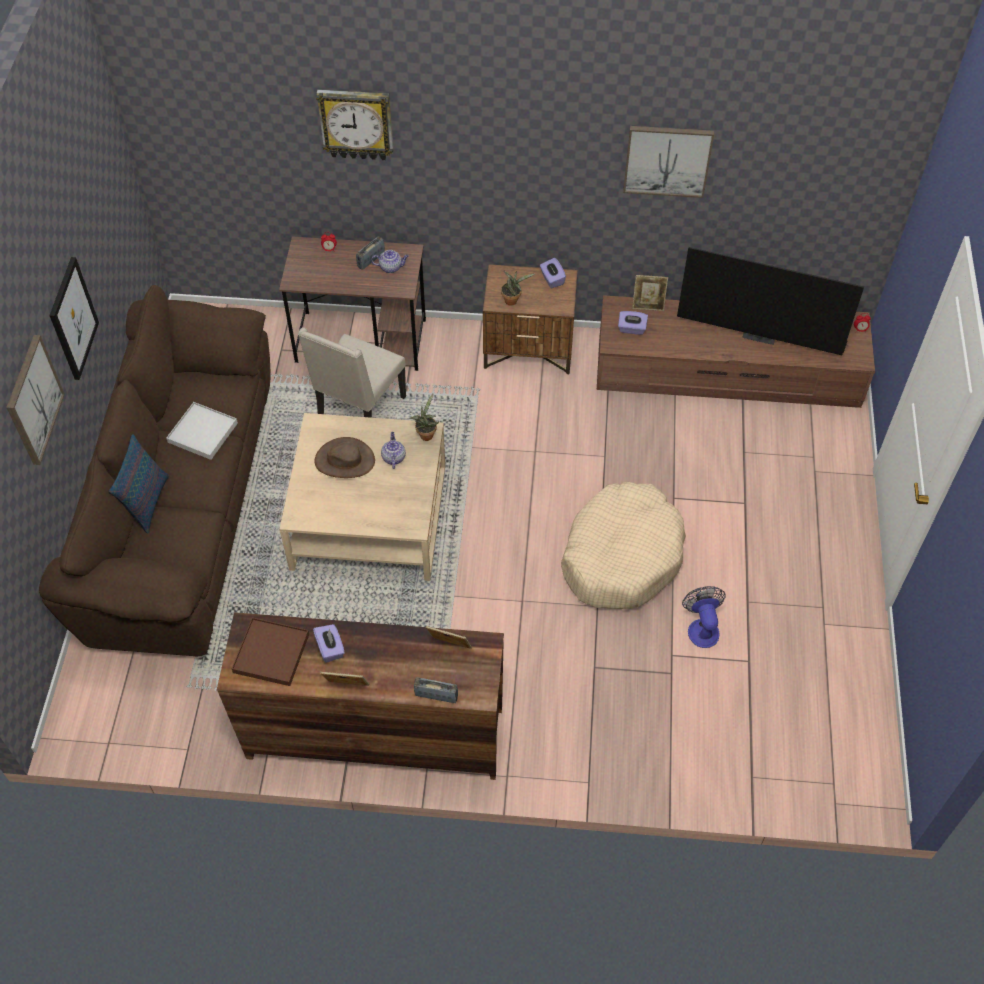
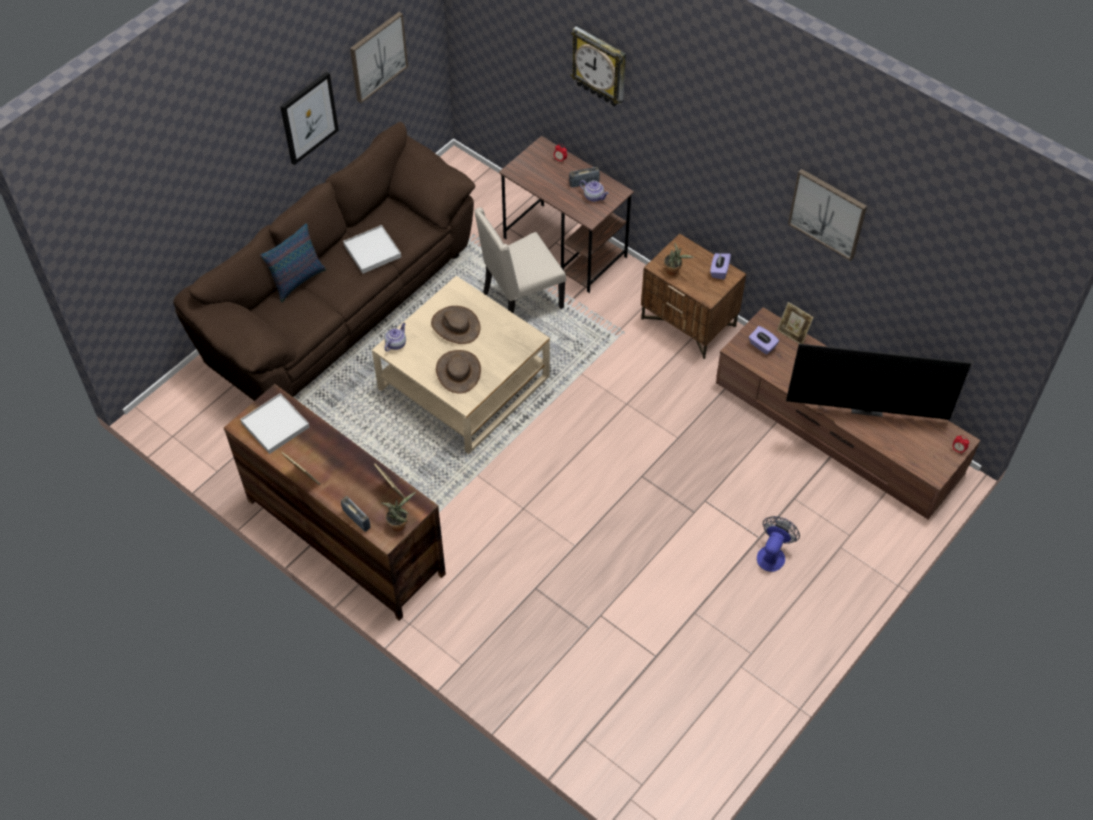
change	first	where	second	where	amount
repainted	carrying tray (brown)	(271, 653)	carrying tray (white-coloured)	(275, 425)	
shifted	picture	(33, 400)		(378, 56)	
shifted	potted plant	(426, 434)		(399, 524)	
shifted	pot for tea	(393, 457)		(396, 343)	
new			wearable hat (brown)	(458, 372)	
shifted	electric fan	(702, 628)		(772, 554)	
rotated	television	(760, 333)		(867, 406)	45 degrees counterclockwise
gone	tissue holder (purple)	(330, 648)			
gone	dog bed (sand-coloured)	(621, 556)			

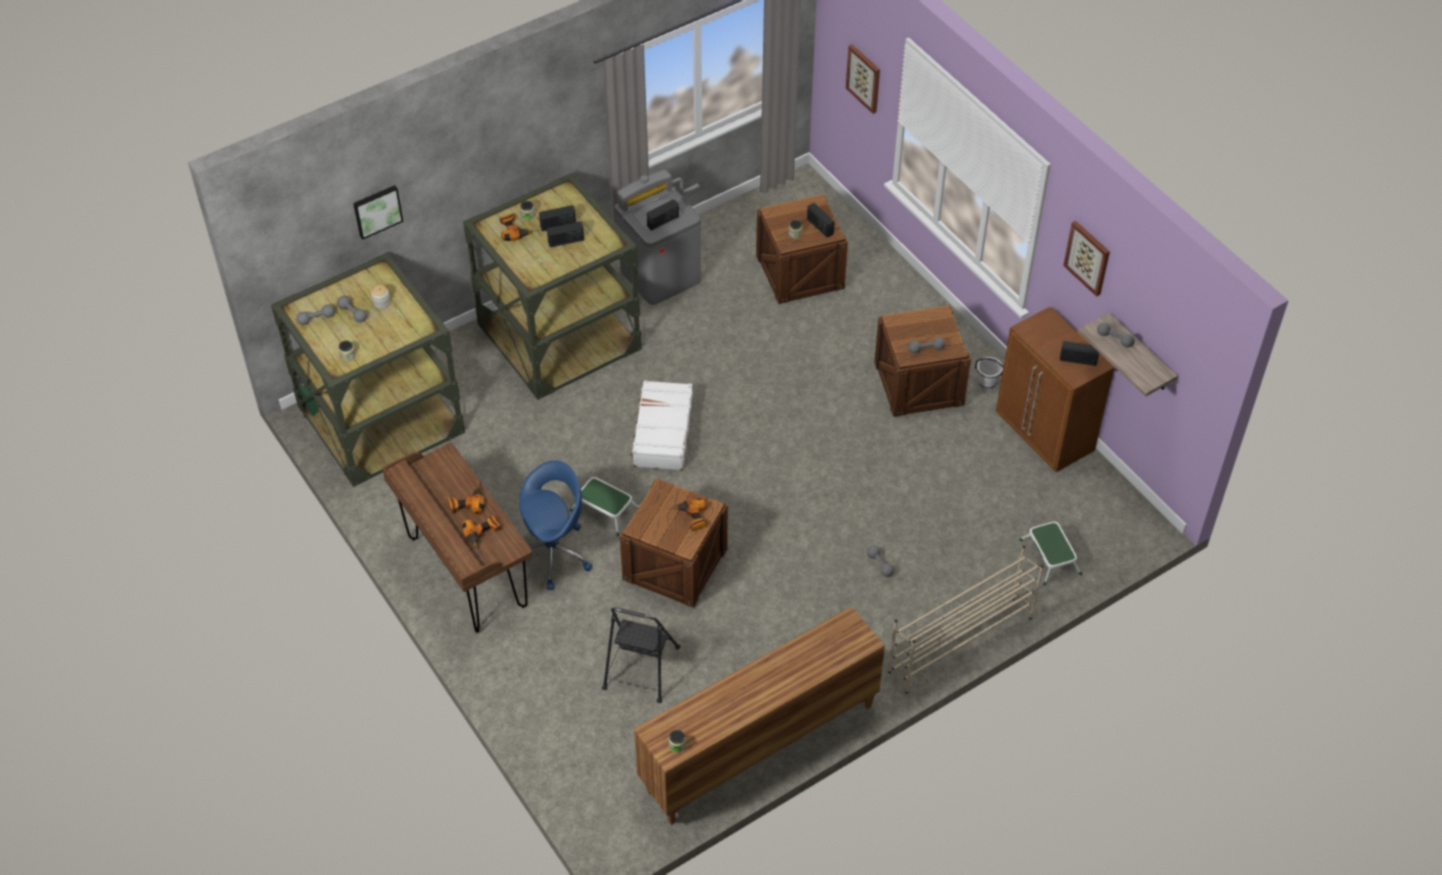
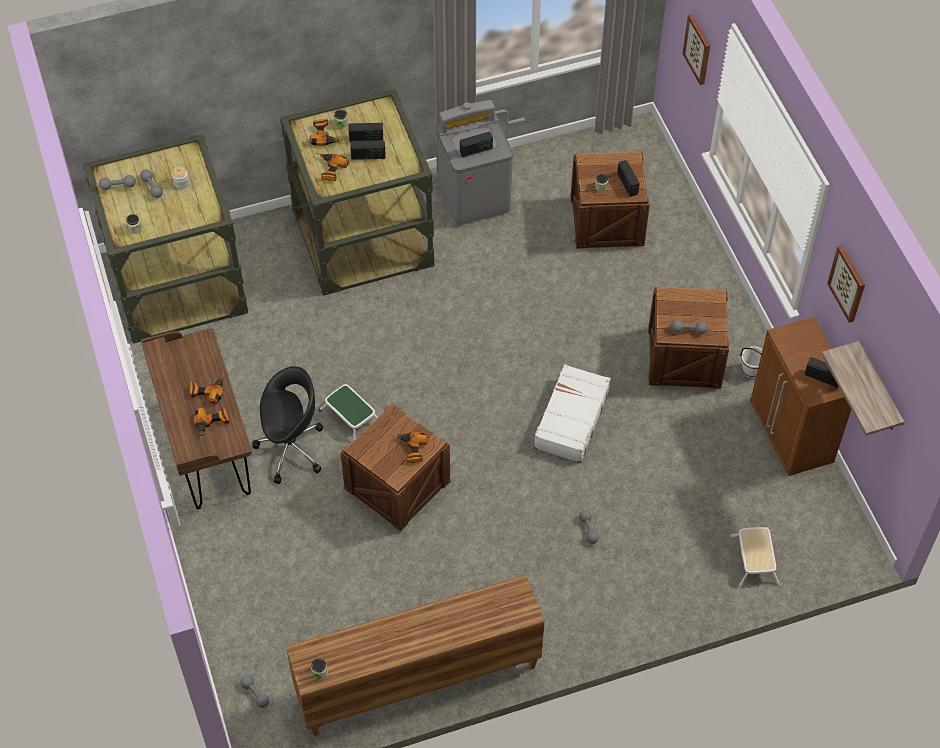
change	first	where	second	where	amount
shifted	free weight (gray)	(1114, 339)		(255, 694)	
repainted	computer chair (blue-coloured)	(555, 553)	computer chair (black)	(292, 448)	
new			power drill	(329, 169)	
shifted	piece of luggage (white-coloured)	(662, 433)		(571, 419)	
repainted	step stool (green-coloured)	(1050, 557)	step stool (sand-coloured)	(754, 560)	
gone	picture	(377, 210)			
gone	step stool (black)	(640, 669)			
gone	shoe rack (sand-coloured)	(959, 644)			

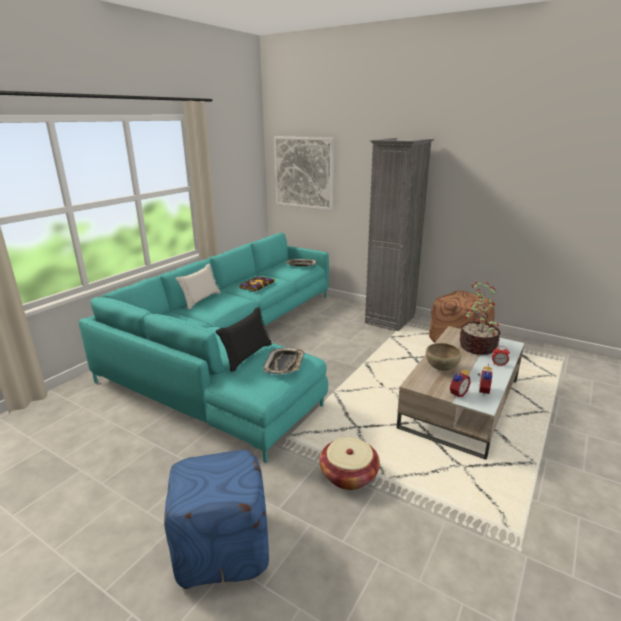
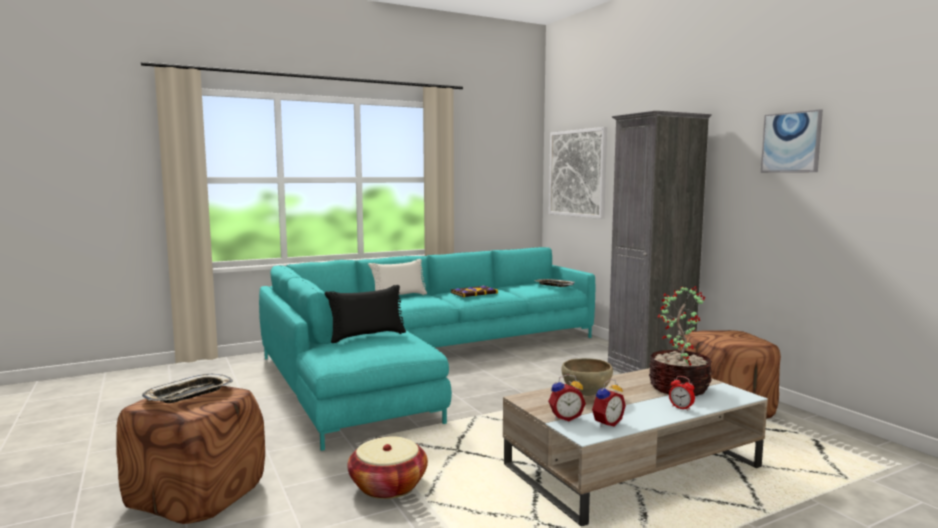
change	first	where	second	where	amount
repainted	ottoman (blue-coloured)	(222, 546)	ottoman (brown)	(196, 495)	
shifted	carrying tray	(284, 364)		(189, 394)	
new			picture	(791, 142)	

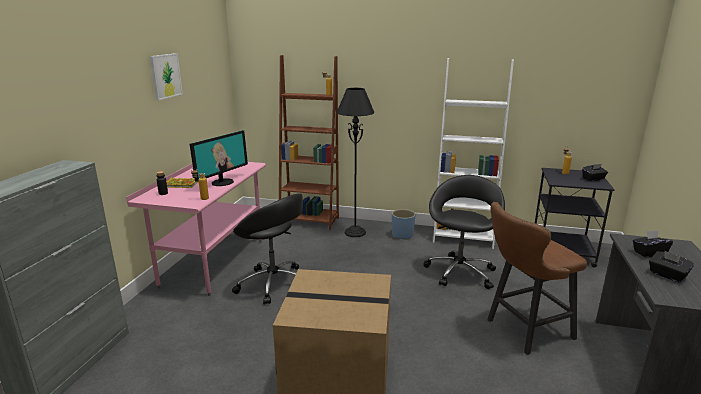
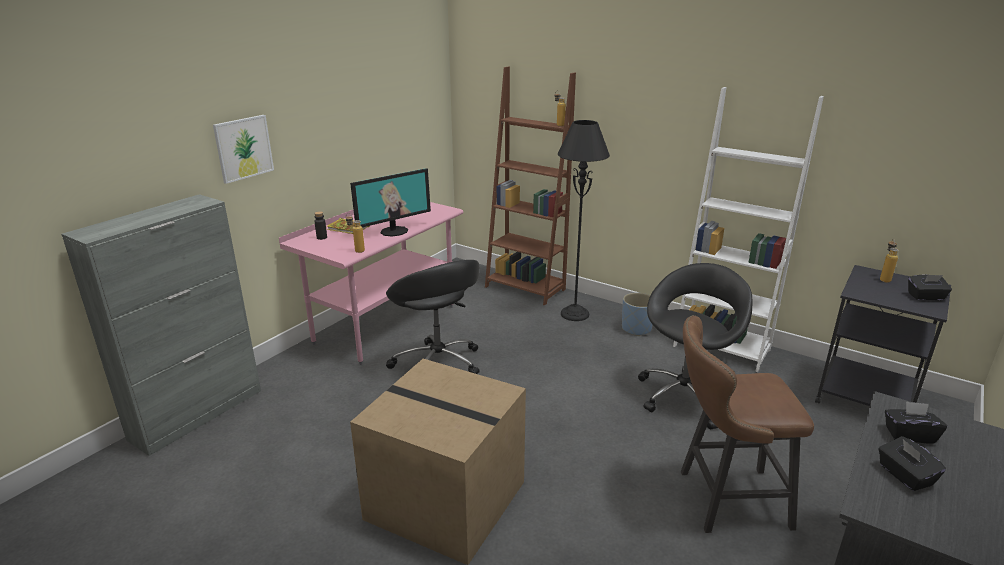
change	first	where	second	where	amount
shifted	picture	(166, 76)		(243, 148)	

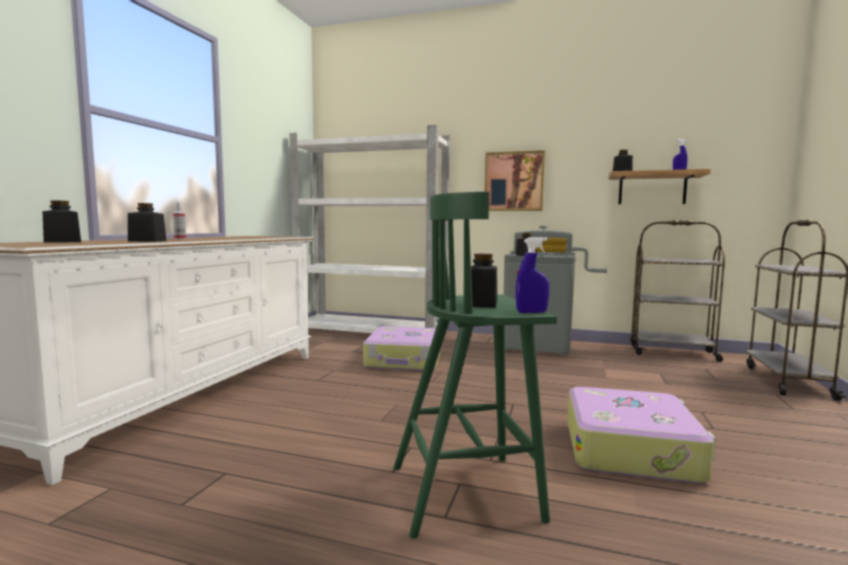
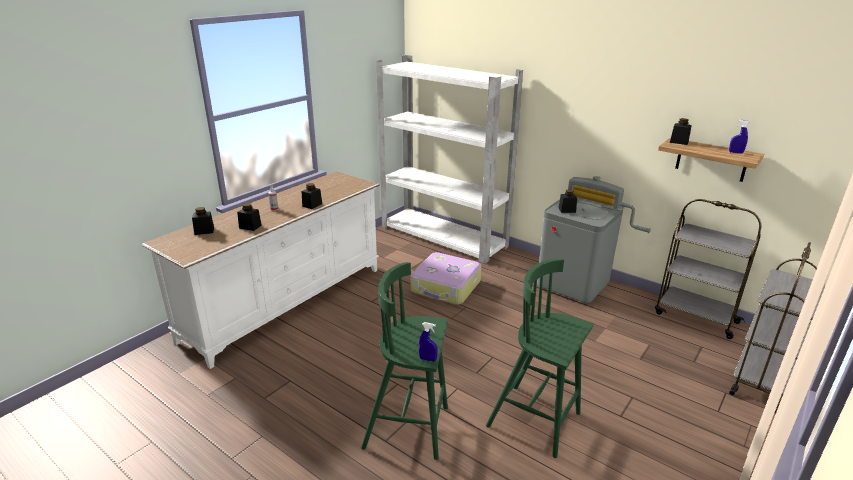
change	first	where	second	where	amount
shifted	preserve jar (black)	(482, 304)		(312, 205)	
swapped	piece of luggage	(631, 450)	sitting stool (green-coloured)	(537, 421)	
gone	picture	(514, 181)			

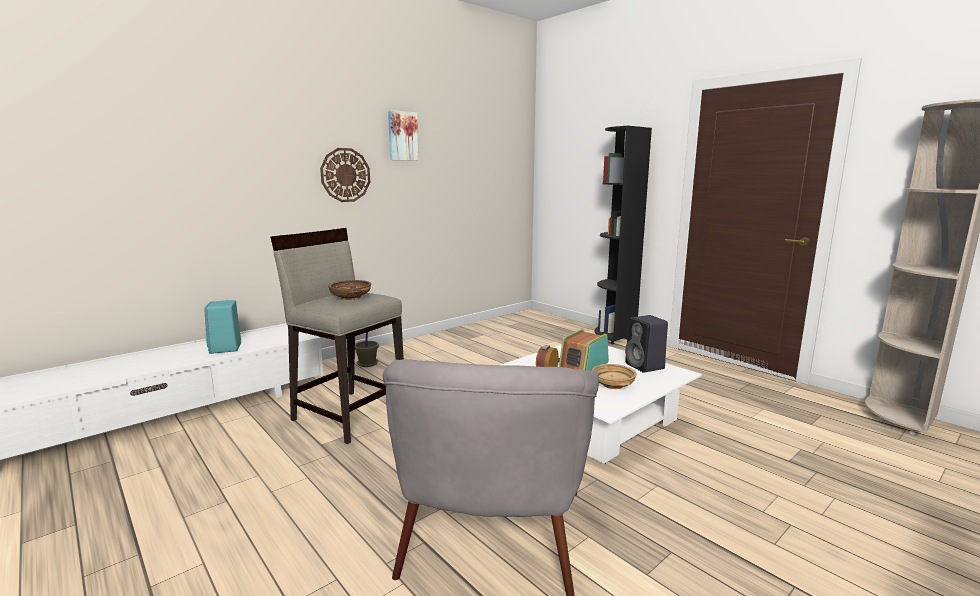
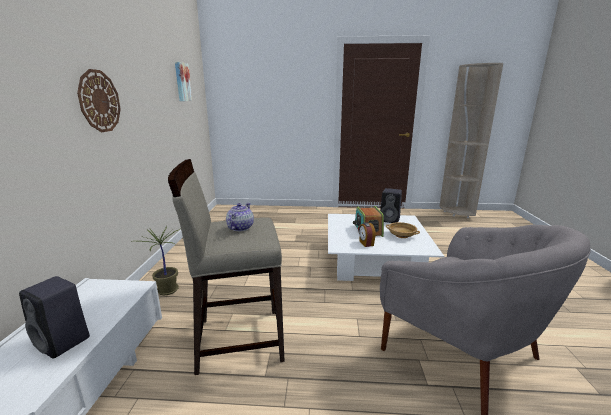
change	first	where	second	where	amount
repainted	audio speaker (turquoise)	(225, 349)	audio speaker (black)	(64, 342)	
shifted	picture	(402, 136)		(182, 82)	
swapped	deep dish (brown)	(350, 297)	pot for tea	(240, 228)	
gone	bookshelf (black)	(611, 338)			

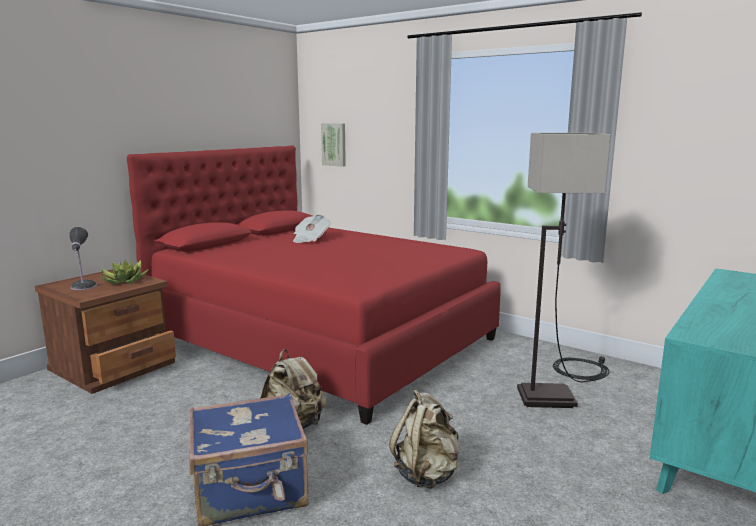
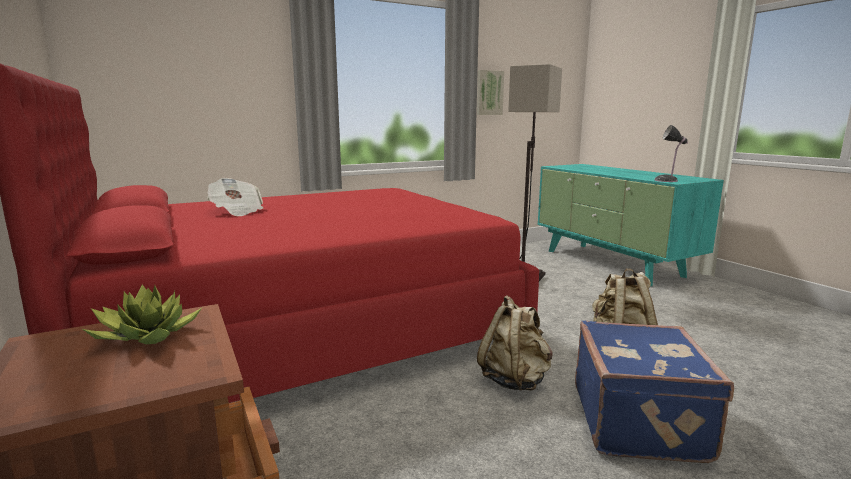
change	first	where	second	where	amount
shifted	picture	(334, 144)		(489, 93)	
shifted	lamp for a table	(83, 287)		(667, 180)	

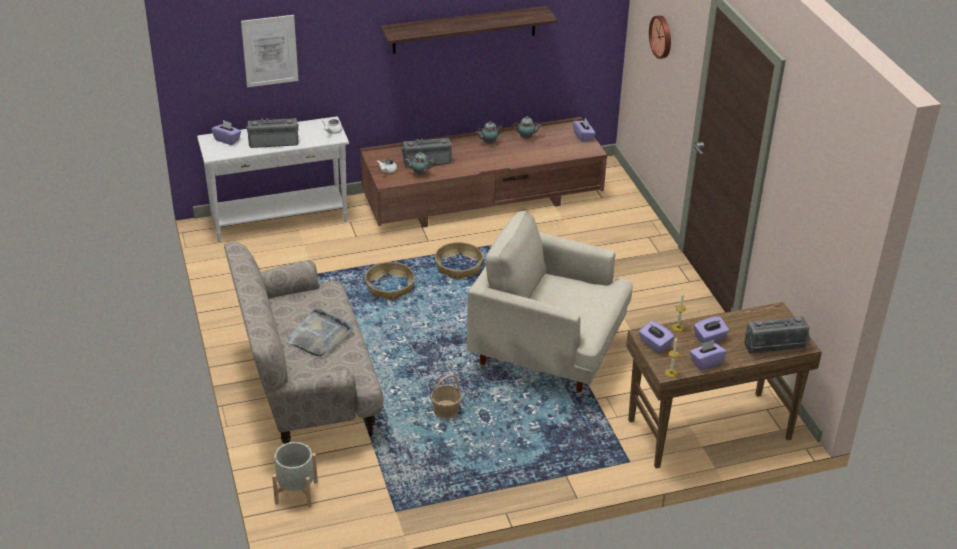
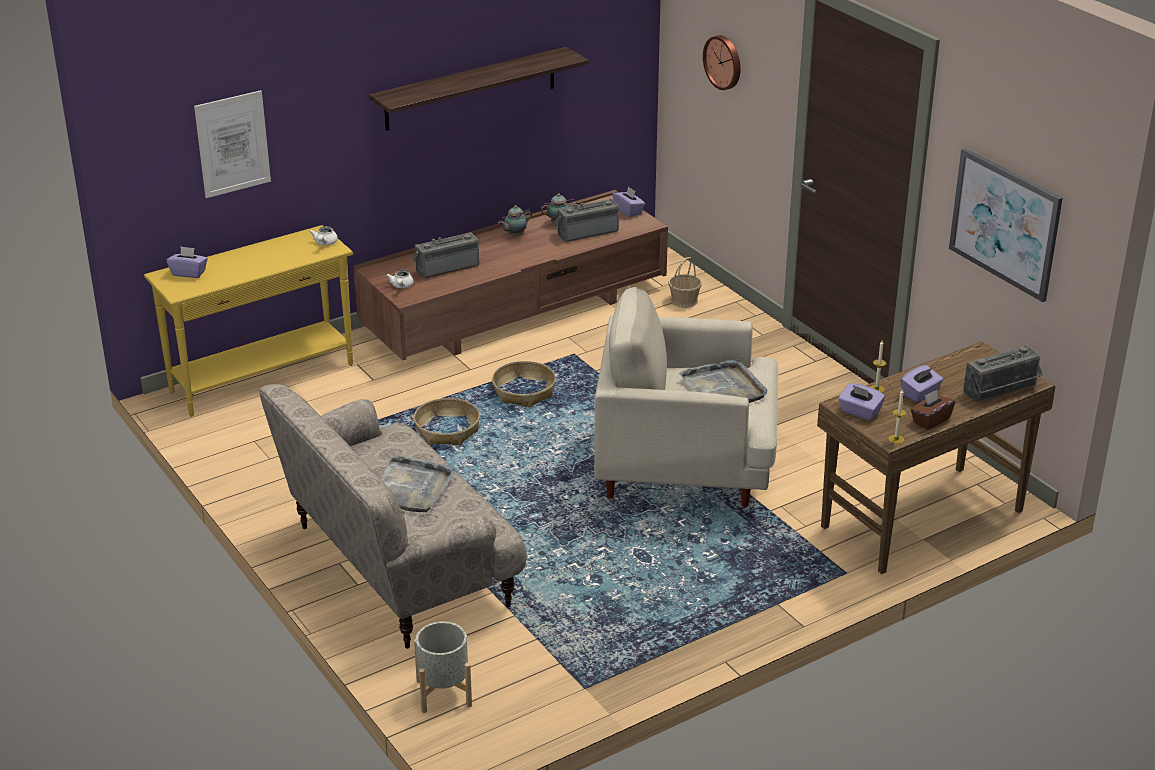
change	first	where	second	where	amount
repainted	narrow table (white-coloured)	(280, 220)	narrow table (yellow)	(263, 377)	
shifted	radio	(274, 141)		(587, 232)	
shifted	basket	(446, 410)		(684, 301)	
new			carrying tray (gray)	(724, 388)	
repainted	tissue holder (purple)	(706, 362)	tissue holder (brown)	(930, 420)	
new			picture	(1005, 223)	
gone	pot for tea	(419, 174)			

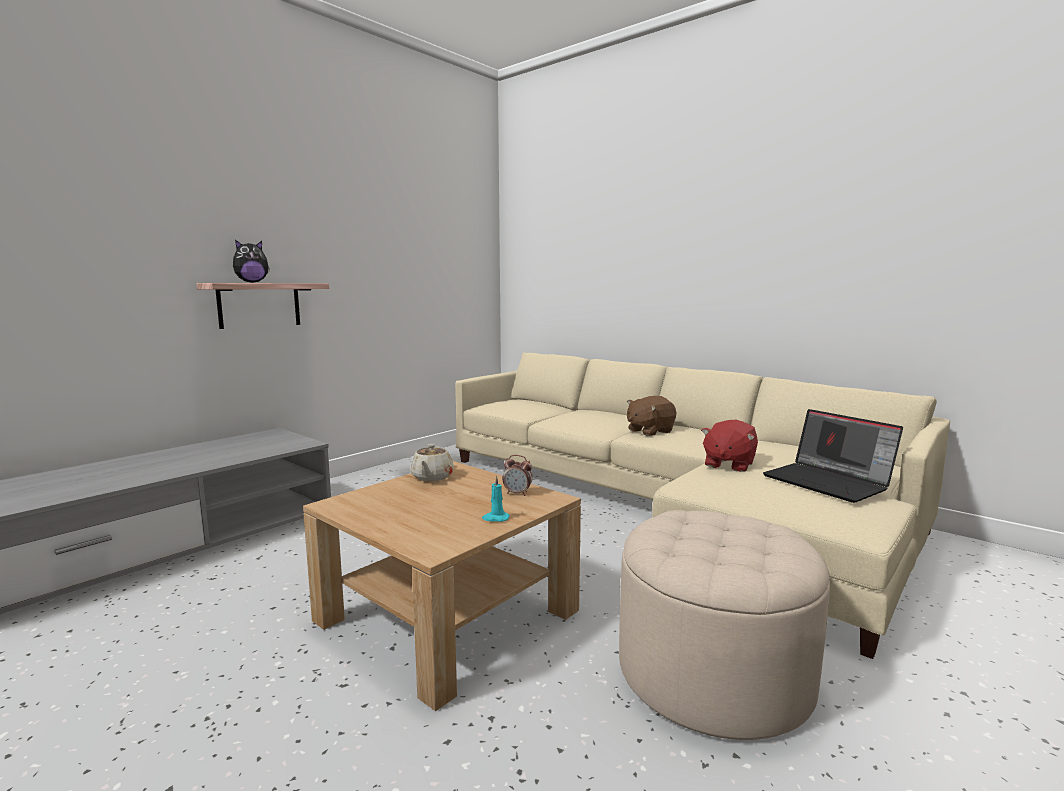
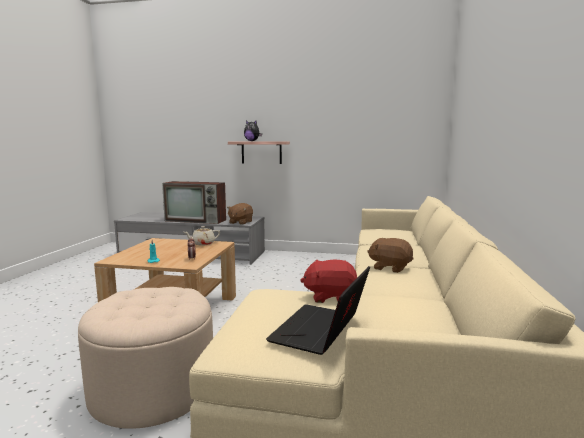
change	first	where	second	where	amount
new			television	(196, 220)	
new			plush toy (brown)	(240, 222)	

